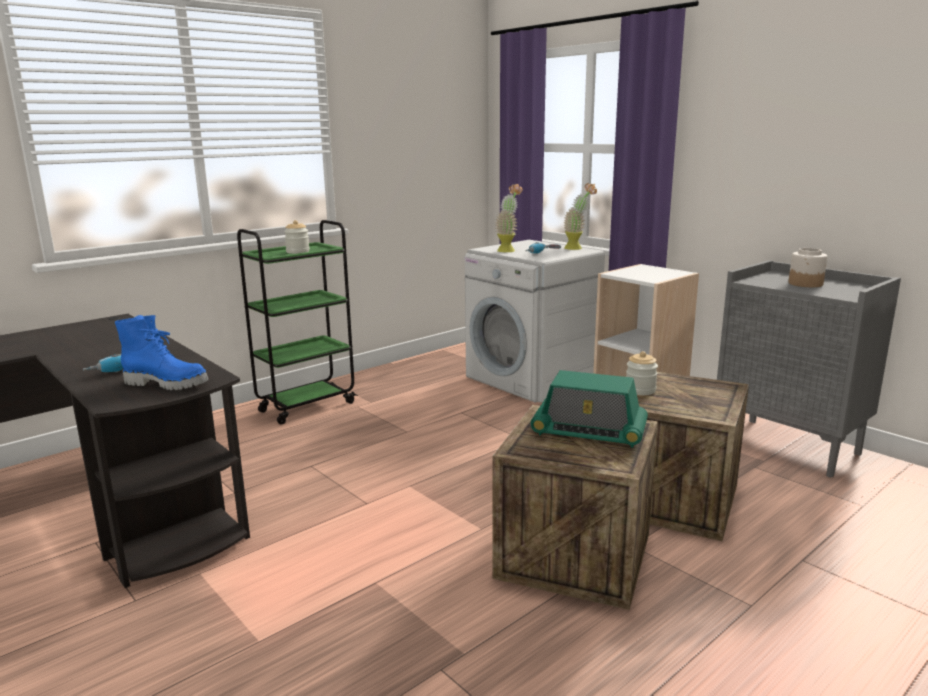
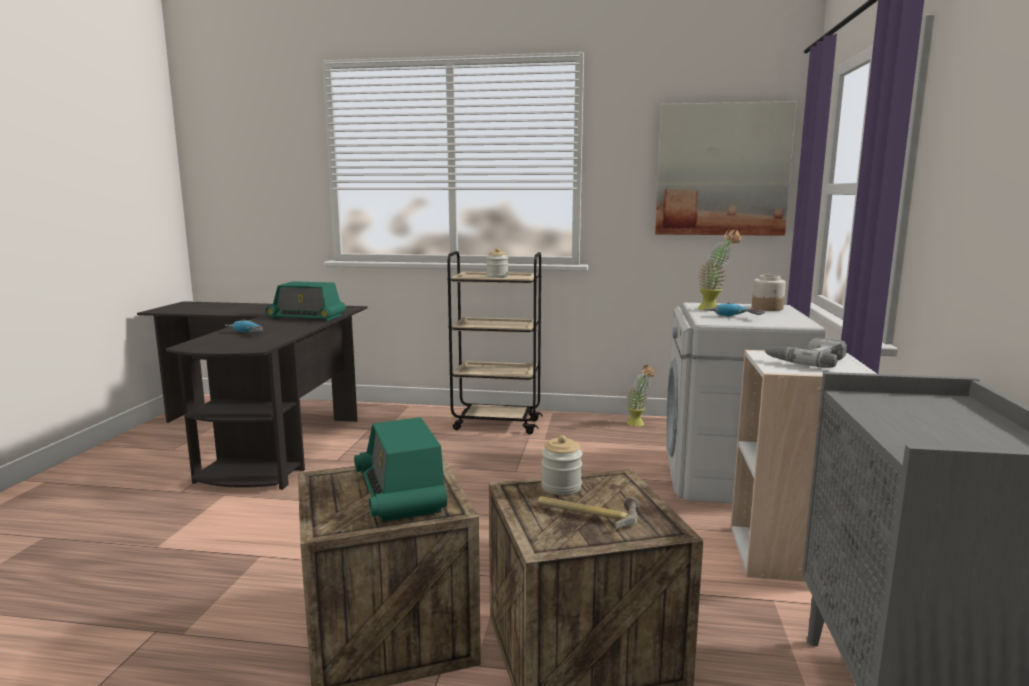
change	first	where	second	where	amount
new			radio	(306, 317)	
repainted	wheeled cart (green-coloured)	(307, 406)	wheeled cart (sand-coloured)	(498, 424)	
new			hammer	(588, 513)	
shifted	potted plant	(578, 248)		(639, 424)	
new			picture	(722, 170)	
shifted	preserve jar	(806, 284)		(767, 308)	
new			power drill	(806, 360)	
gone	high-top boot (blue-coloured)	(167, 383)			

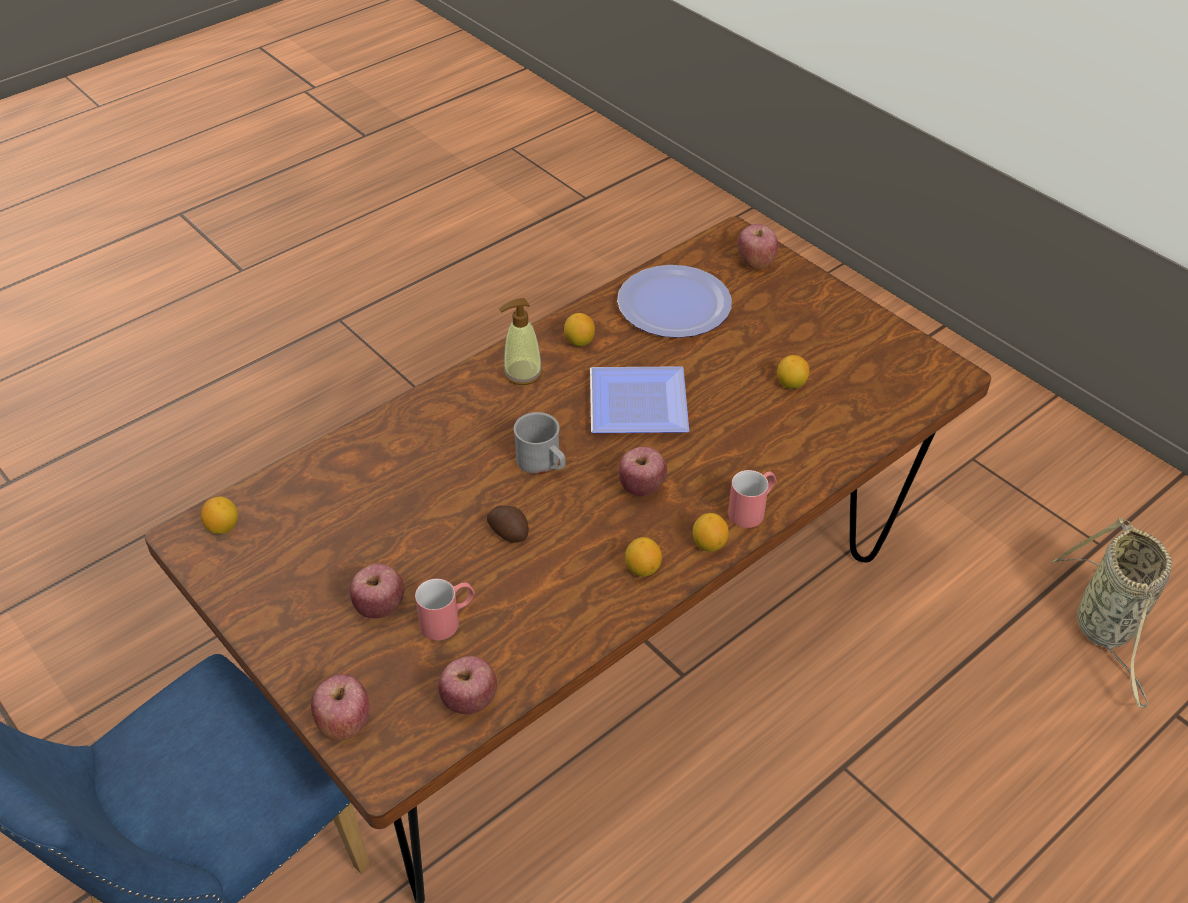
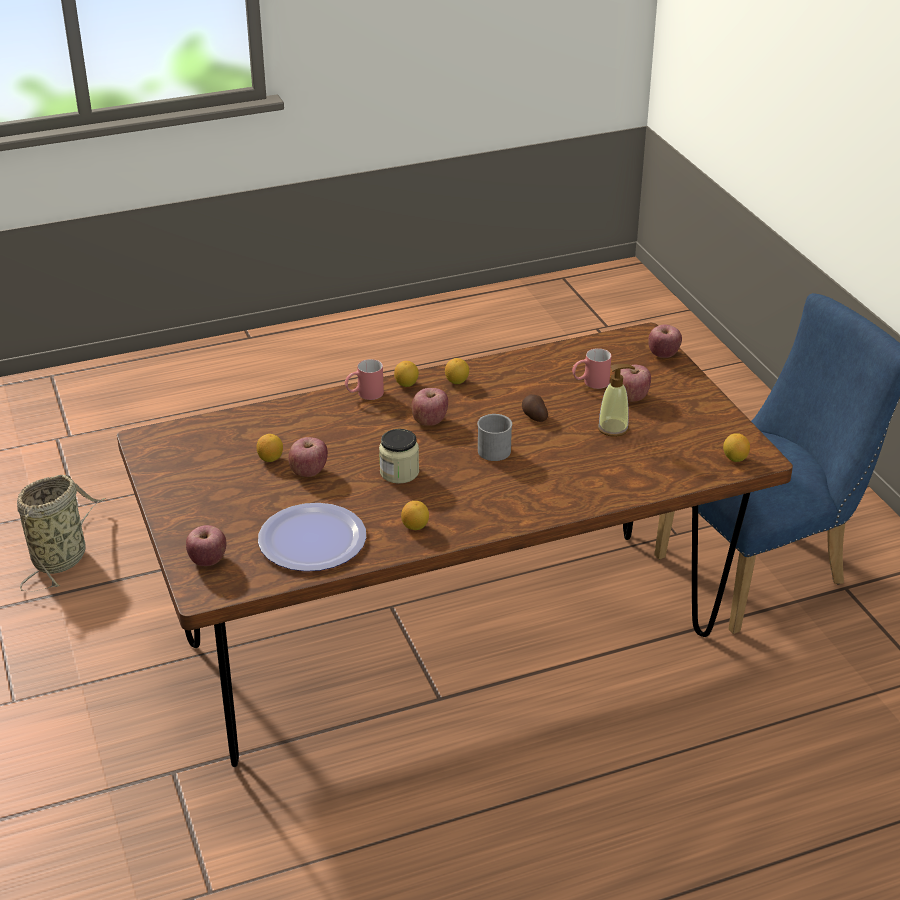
change	first	where	second	where	amount
shifted	apple	(470, 701)		(308, 471)	
swapped	plate	(634, 402)	preserve jar	(399, 472)	
shifted	liquid soap bottle	(522, 373)		(613, 428)	

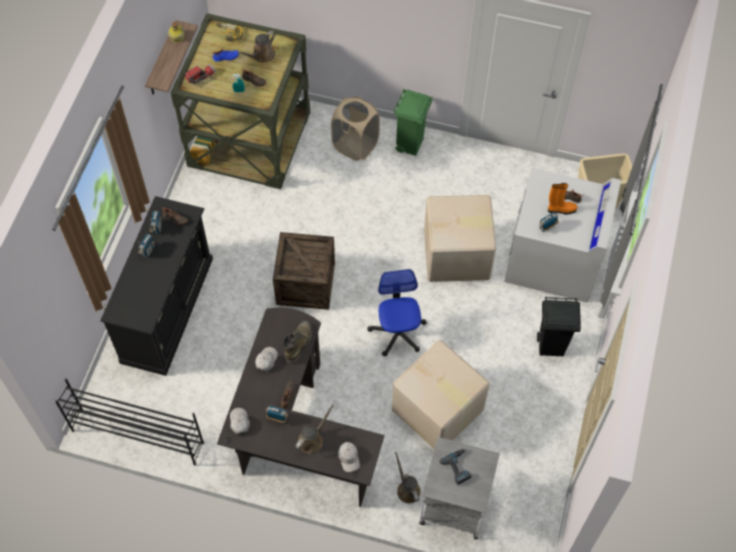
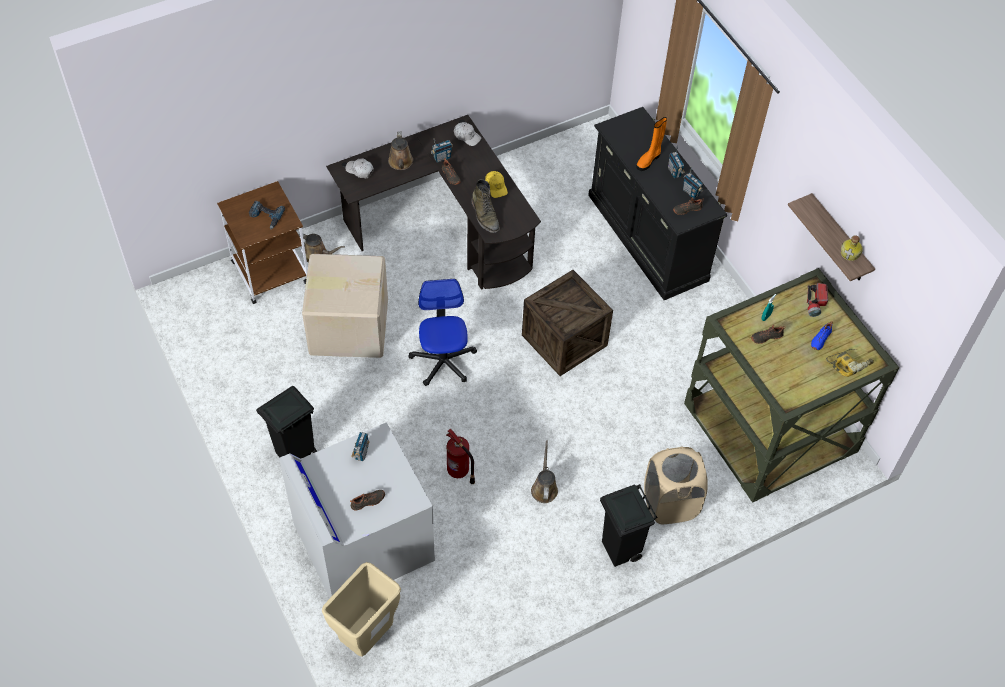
change	first	where	second	where	amount
repainted	wheeled cart (gray)	(453, 504)	wheeled cart (brown)	(271, 271)	
rotated	computer chair	(397, 332)		(443, 361)	135 degrees counterclockwise
swapped	cardboard box	(457, 255)	fire-fighting cylinder	(459, 471)	
repainted	cap (white-coloured)	(266, 360)	cap (yellow)	(496, 187)	
shifted	watering pot (brown)	(261, 55)		(544, 488)	
repainted	waste bin (green-coloured)	(410, 144)	waste bin (black)	(620, 550)	
shifted	high-top boot (orange-coloured)	(561, 209)		(649, 160)	
gone	shoe rack (black)	(137, 436)			

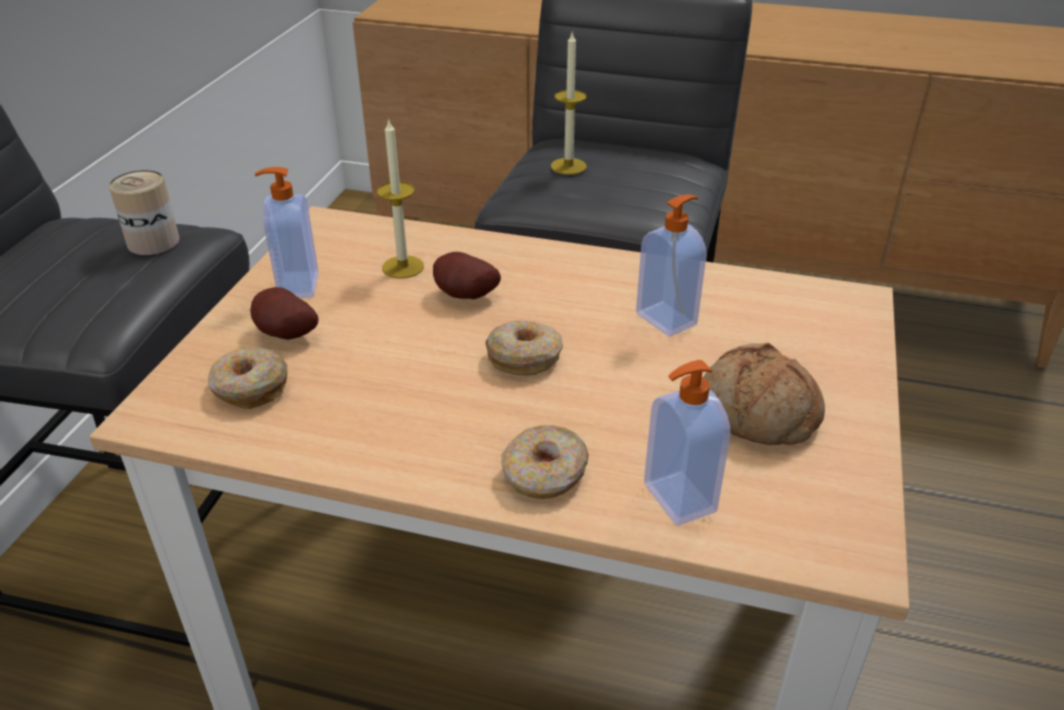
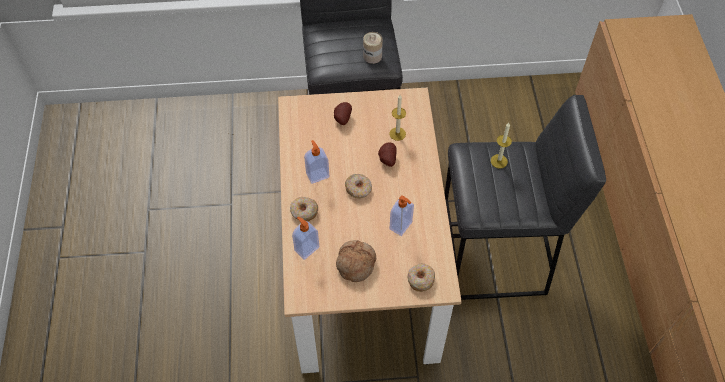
change	first	where	second	where	amount
shifted	liquid soap bottle	(296, 285)		(317, 175)	
shifted	ring doughnut	(249, 388)		(420, 279)	

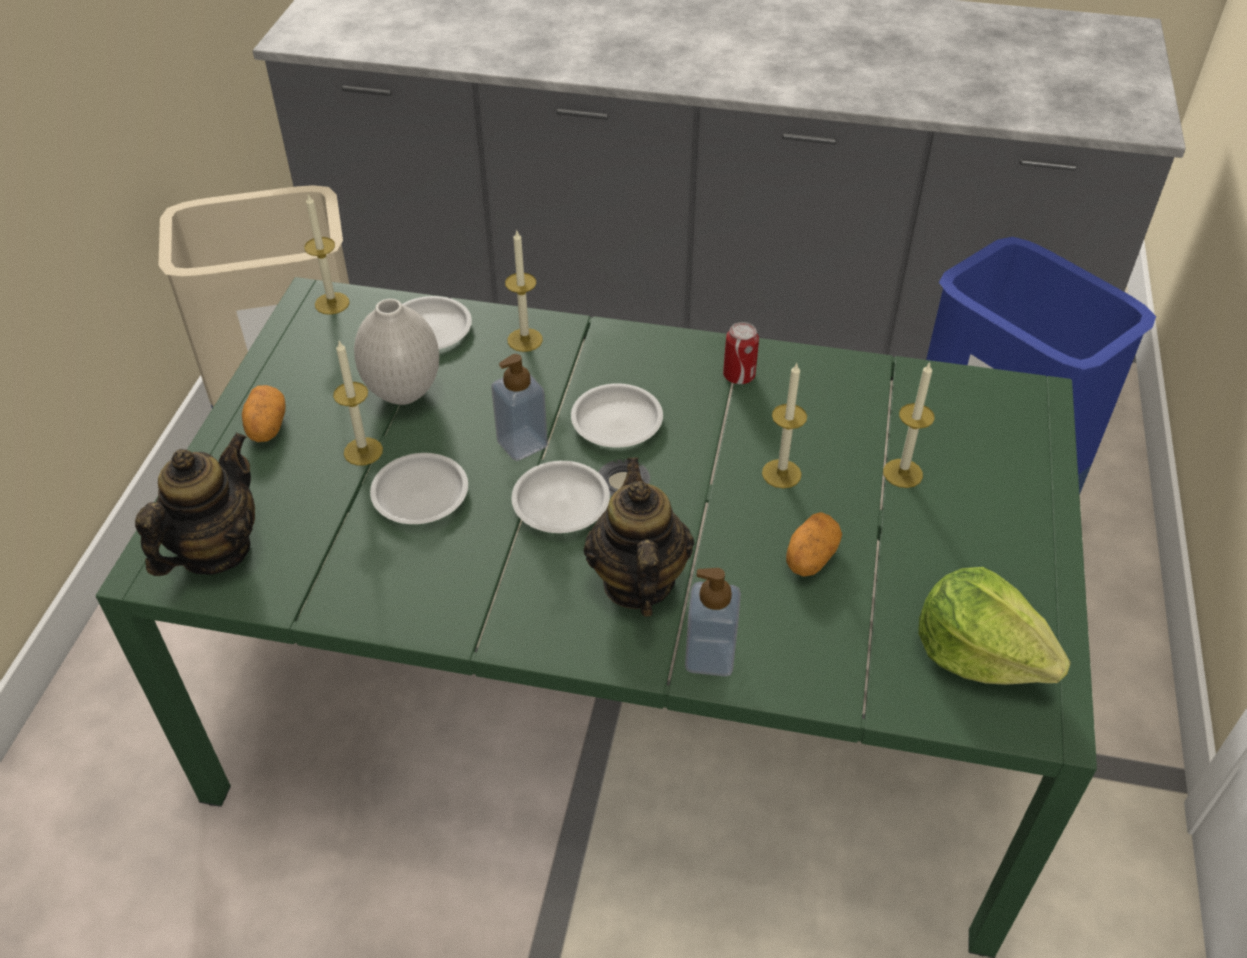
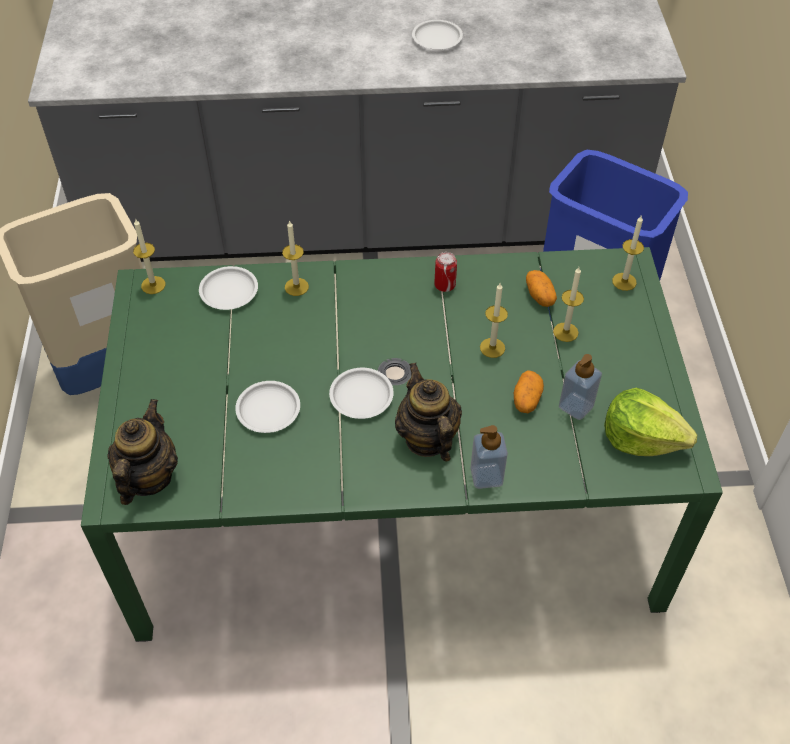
change	first	where	second	where	amount
shifted	plate (white-coloured)	(616, 421)		(437, 38)	
shifted	whole potato	(267, 426)		(540, 296)	
shifted	liquid soap bottle	(522, 444)		(576, 406)	
shifted	wax candle	(363, 451)		(624, 281)	
gone	decorative vase (white-coloured)	(403, 392)			

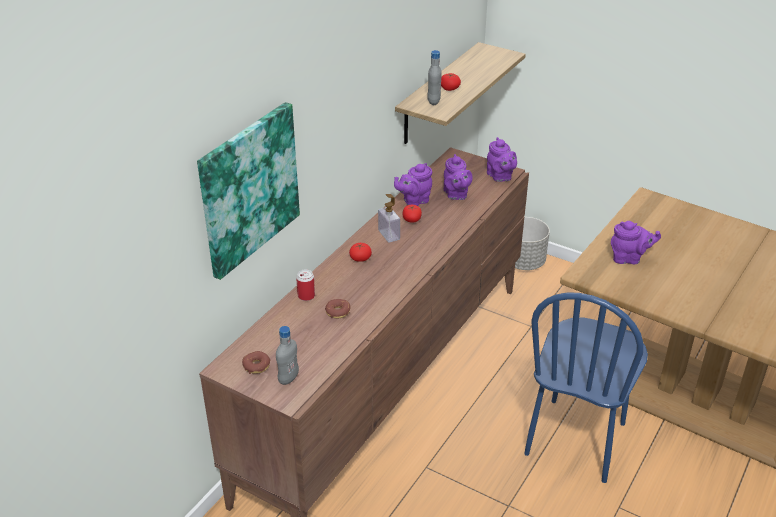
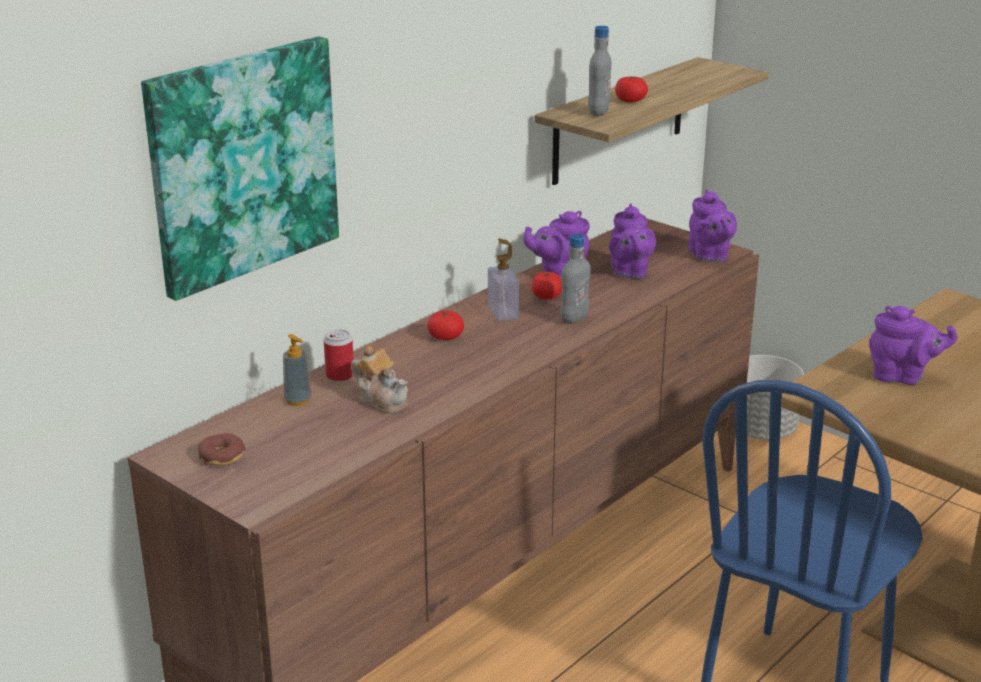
change	first	where	second	where	amount
new			liquid soap bottle	(298, 400)	
swapped	ring doughnut	(337, 312)	pot for tea	(382, 400)	
shifted	beverage bottle (gray)	(288, 378)		(574, 319)	

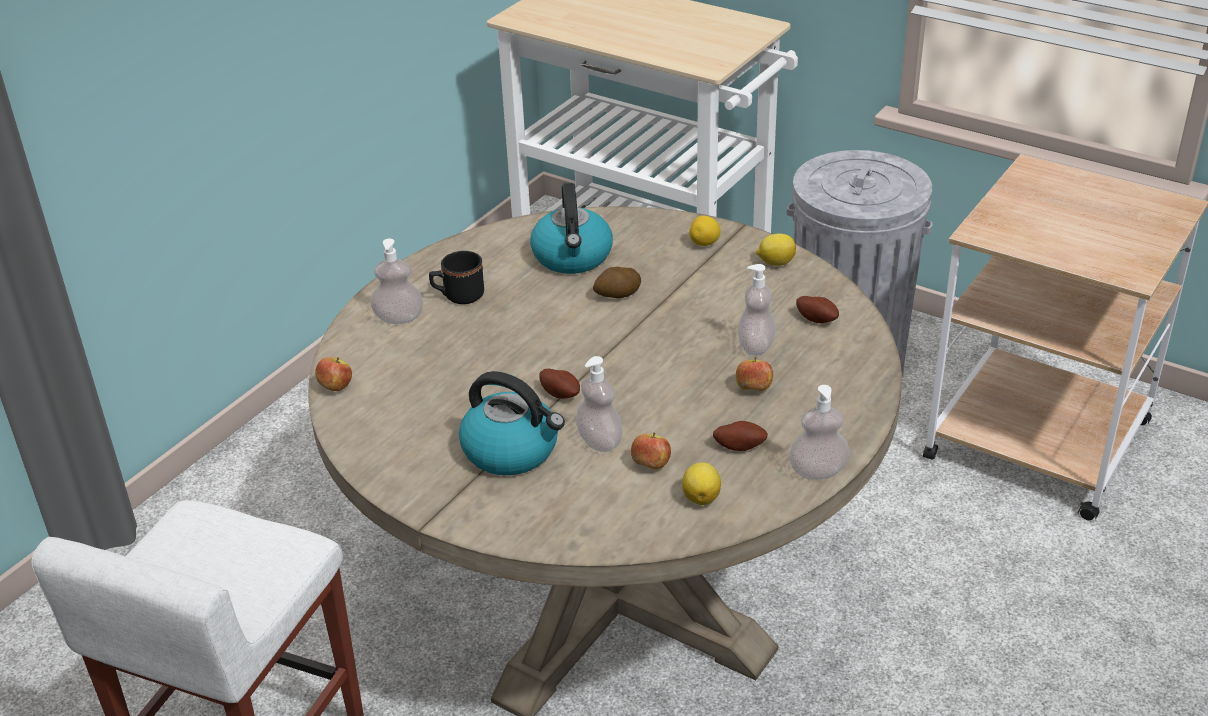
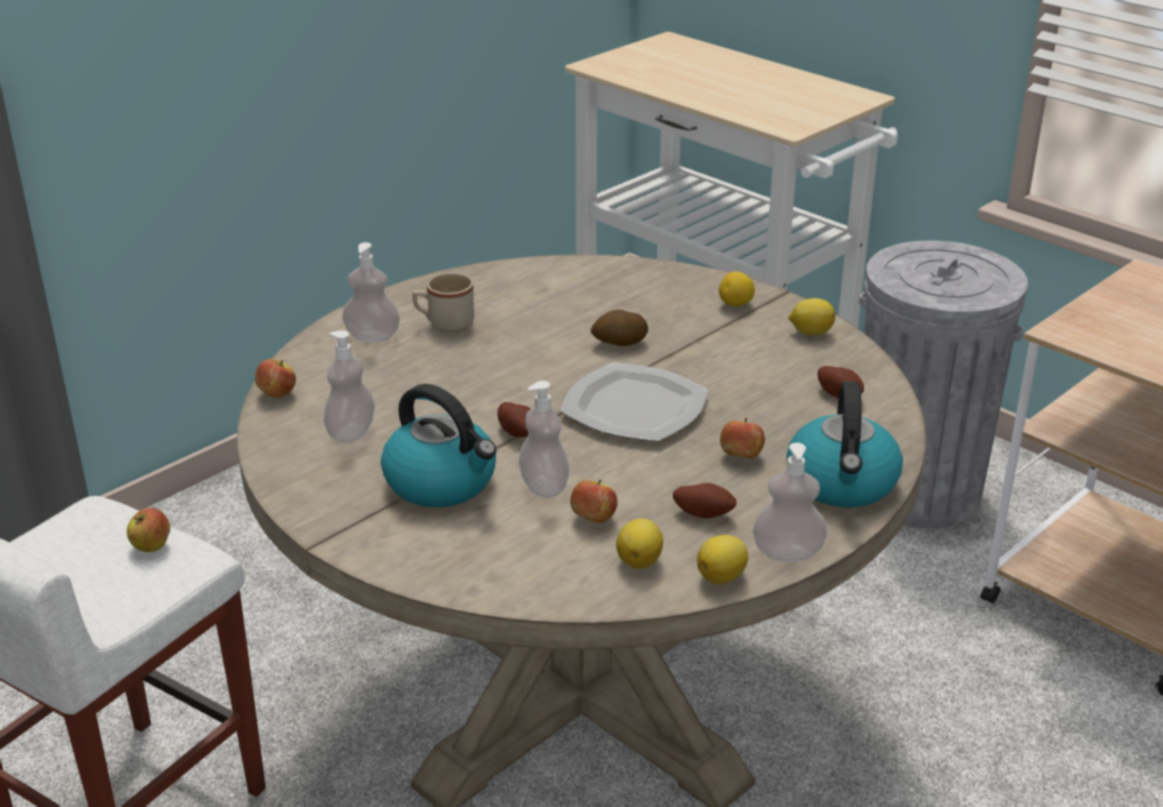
change	first	where	second	where	amount
new			apple	(151, 547)	
shifted	liquid soap bottle	(756, 346)		(351, 432)	
repainted	coffee mug (black)	(458, 296)	coffee mug (sand-coloured)	(444, 323)	
new			plate	(634, 406)	
new			lemon	(722, 577)	
shifted	kettle	(573, 257)		(842, 483)	

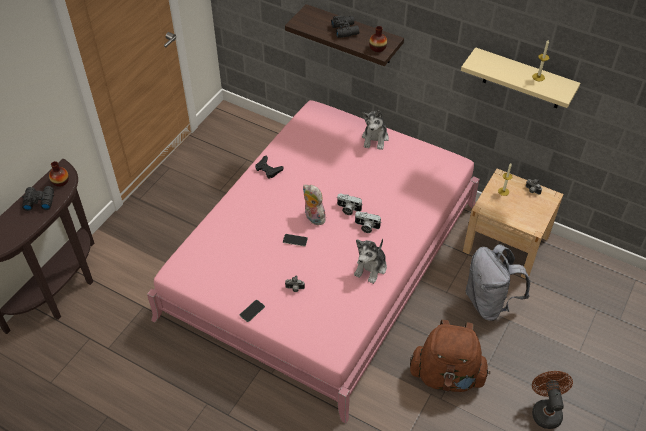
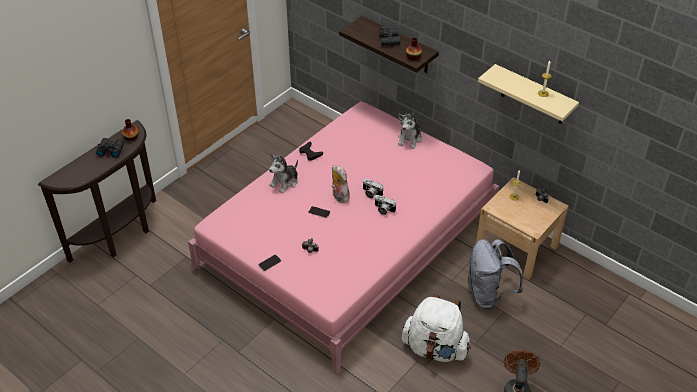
change	first	where	second	where	amount
shifted	plush toy	(371, 268)		(285, 182)	
repainted	backpack (brown)	(447, 375)	backpack (white-coloured)	(435, 348)	

